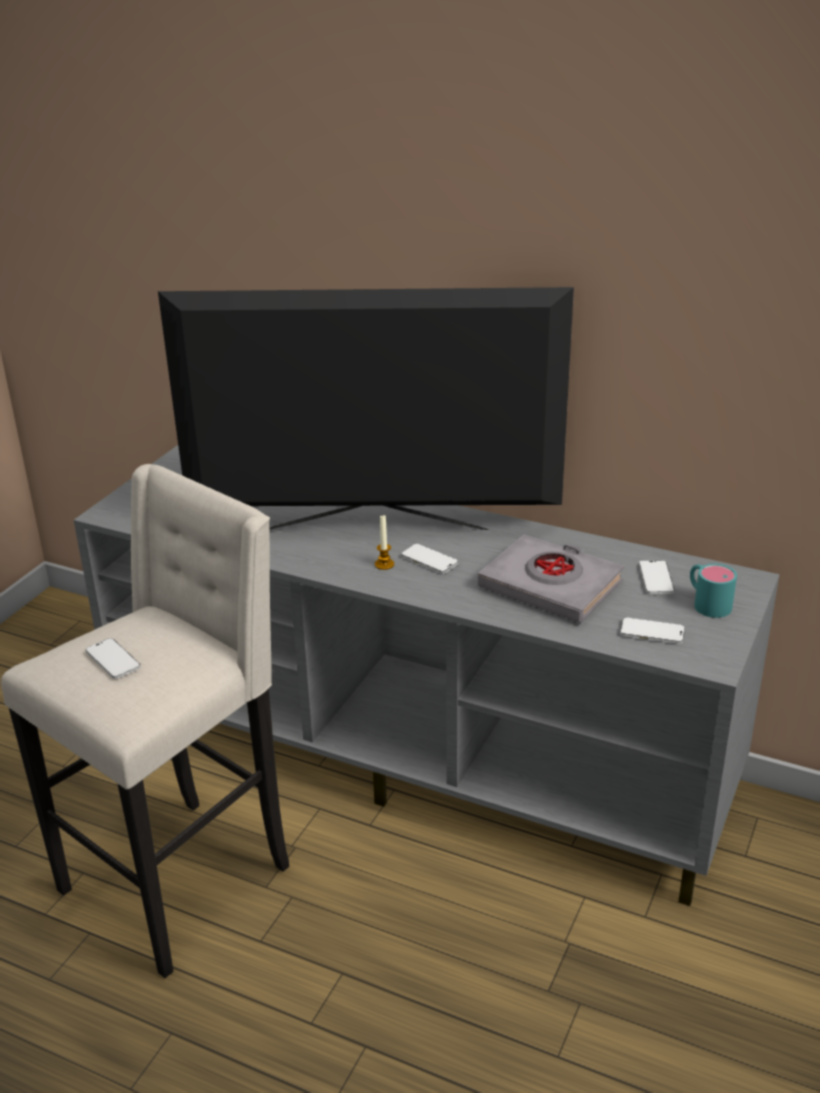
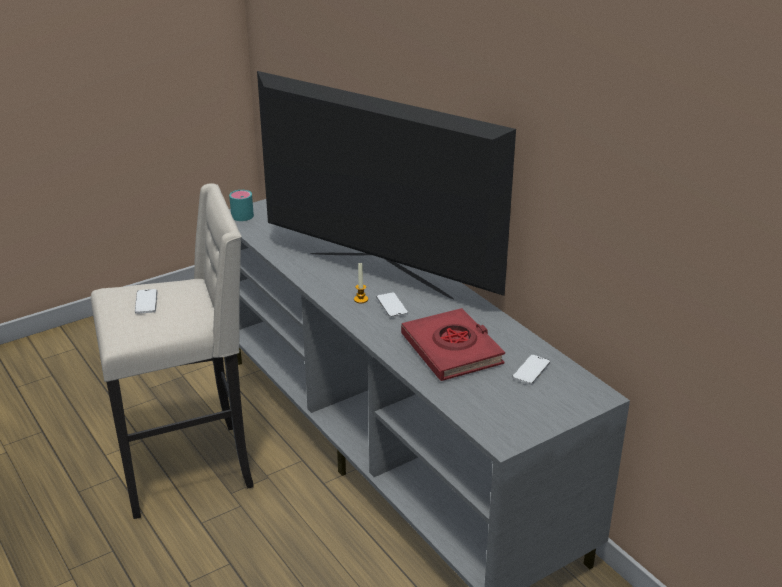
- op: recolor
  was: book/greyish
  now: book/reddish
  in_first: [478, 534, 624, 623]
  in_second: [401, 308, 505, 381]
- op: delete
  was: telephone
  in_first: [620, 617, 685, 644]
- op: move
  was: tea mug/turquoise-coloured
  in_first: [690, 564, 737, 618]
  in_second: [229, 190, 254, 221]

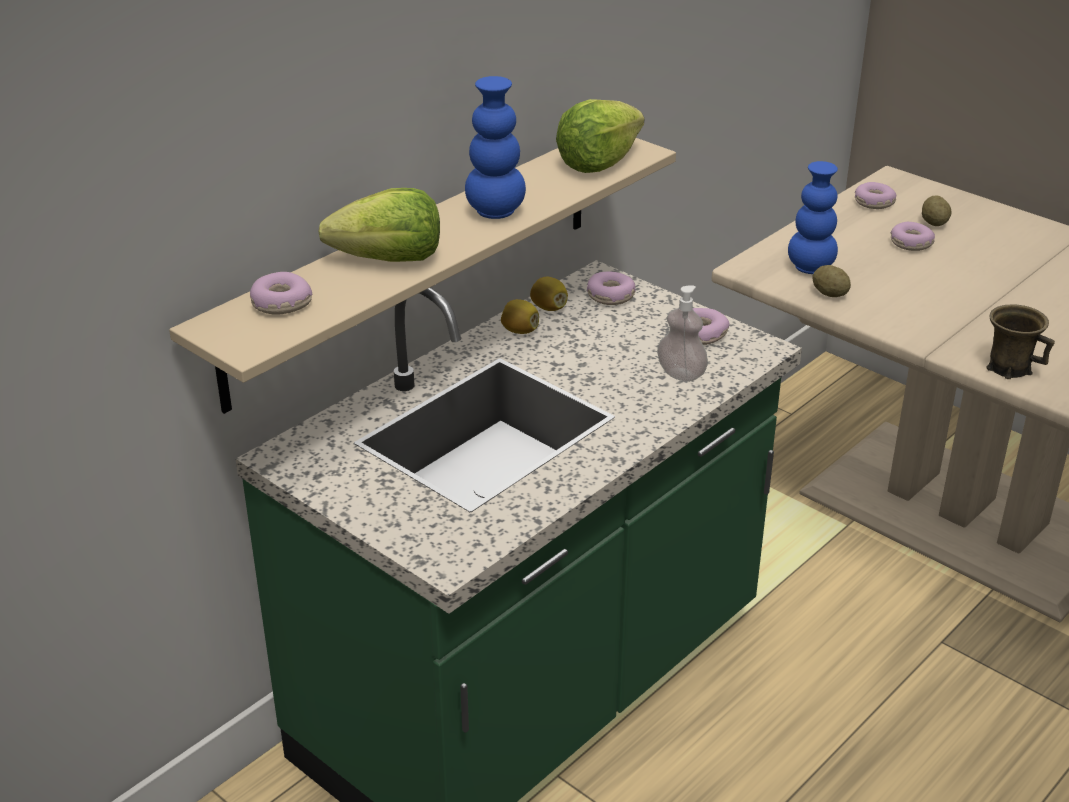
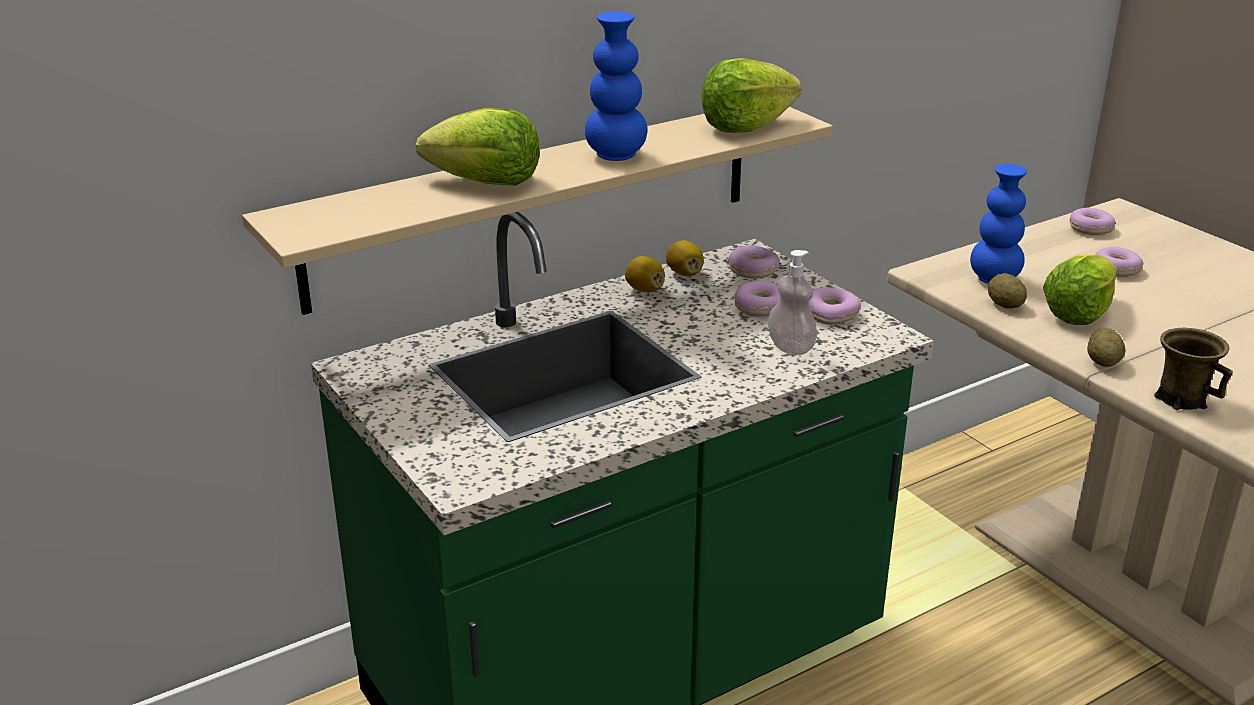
- op: move
  was: ring doughnut
  in_first: [250, 272, 312, 315]
  in_second: [734, 281, 780, 317]
- op: move
  was: whole potato
  in_first: [922, 195, 952, 226]
  in_second: [1087, 328, 1125, 367]
- op: insert
  now: lettuce head
  in_second: [1043, 254, 1117, 325]

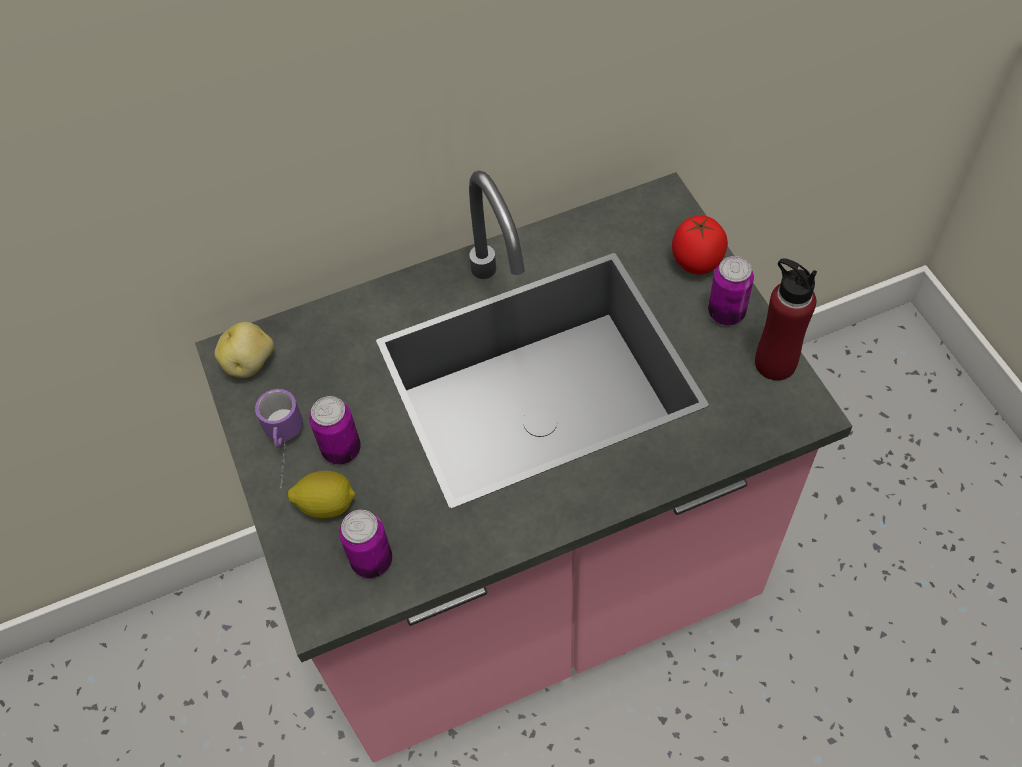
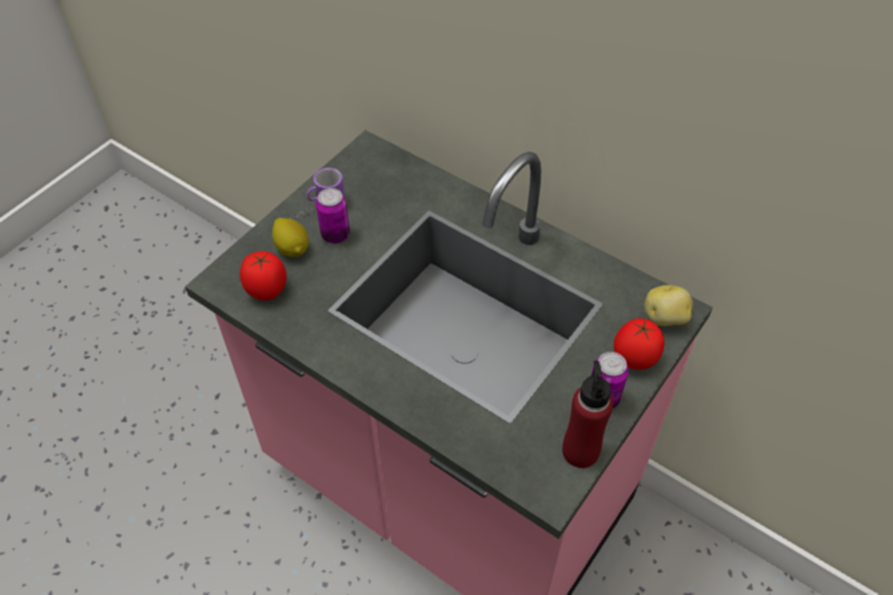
- op: move
  was: whole potato
  in_first: [214, 322, 274, 378]
  in_second: [644, 285, 693, 326]
- op: replace
  was: can
  now: whole tomato
  in_first: [339, 510, 392, 578]
  in_second: [240, 251, 287, 301]

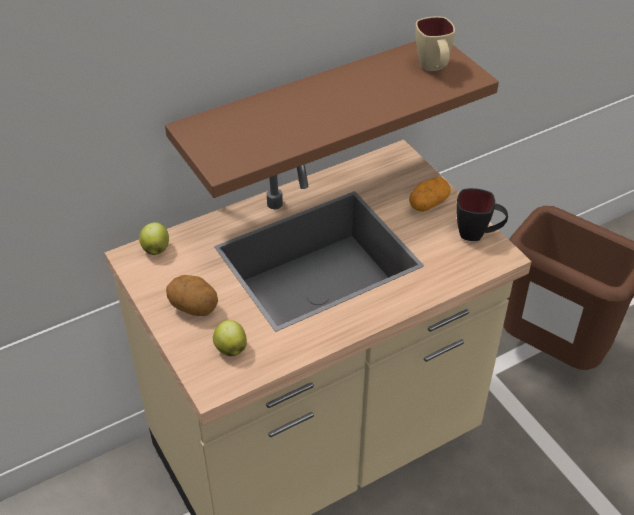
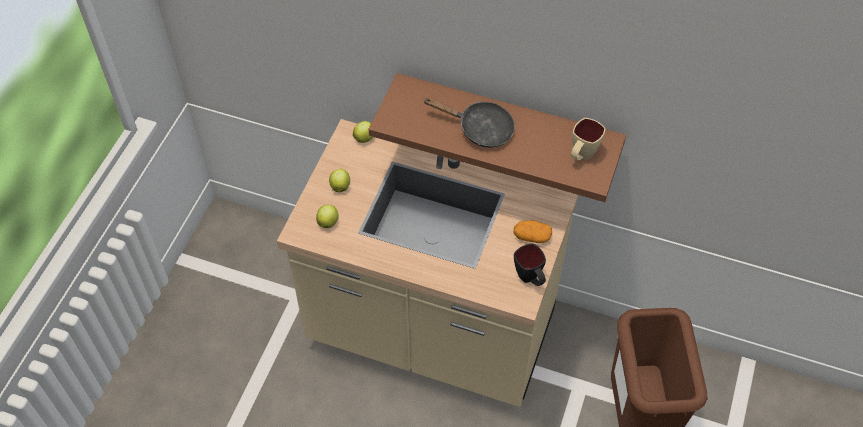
- op: replace
  was: whole potato
  now: apple fruit
  in_first: [166, 275, 218, 316]
  in_second: [329, 169, 350, 192]
- op: insert
  now: pan/black
  in_second: [423, 98, 515, 148]

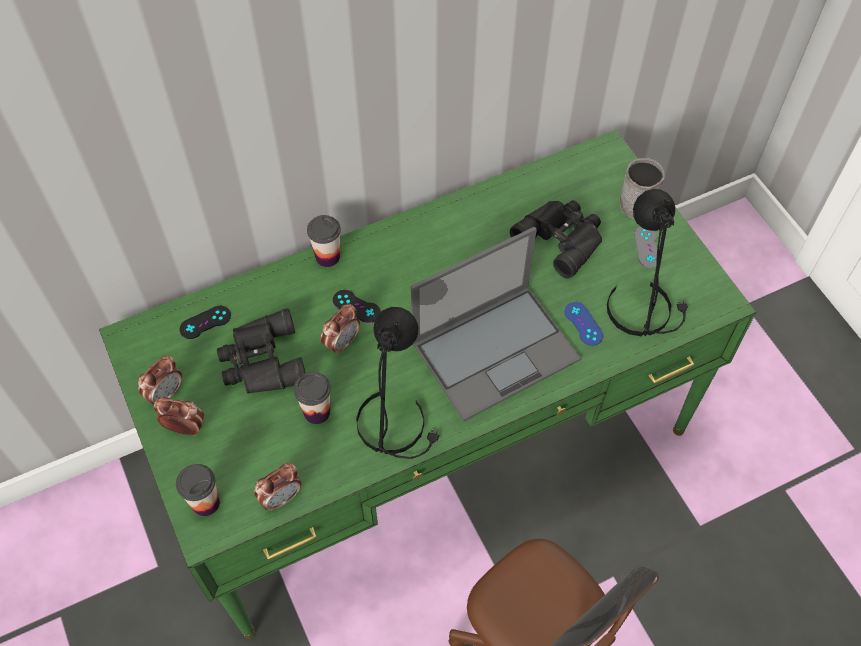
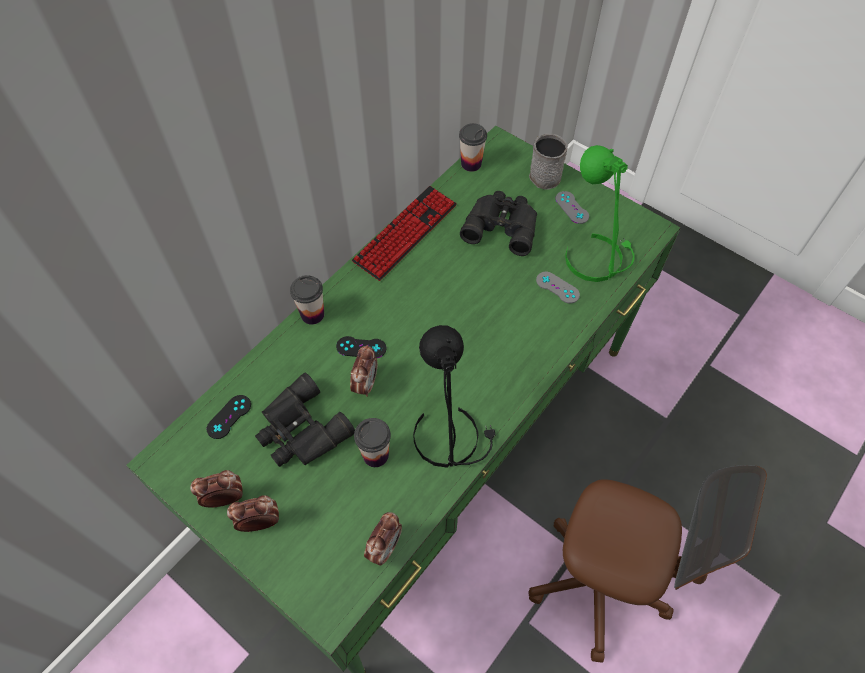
- op: rotate
  was: table clock
  in_first: [138, 356, 182, 405]
  in_second: [190, 470, 243, 508]
  clockwise: -120
- op: move
  was: small cup
  in_first: [176, 464, 220, 516]
  in_second: [459, 123, 487, 172]
- op: delete
  was: portable computer
  in_first: [411, 227, 581, 421]
- op: recolor
  was: gamepad/blue
  now: gamepad/greyish
  in_first: [564, 302, 603, 346]
  in_second: [536, 272, 580, 303]
- op: recolor
  was: lamp for a table/black
  now: lamp for a table/greenish
  in_first: [607, 189, 688, 336]
  in_second: [565, 145, 634, 282]
- op: insert
  now: keyboard
  in_second: [352, 186, 457, 281]

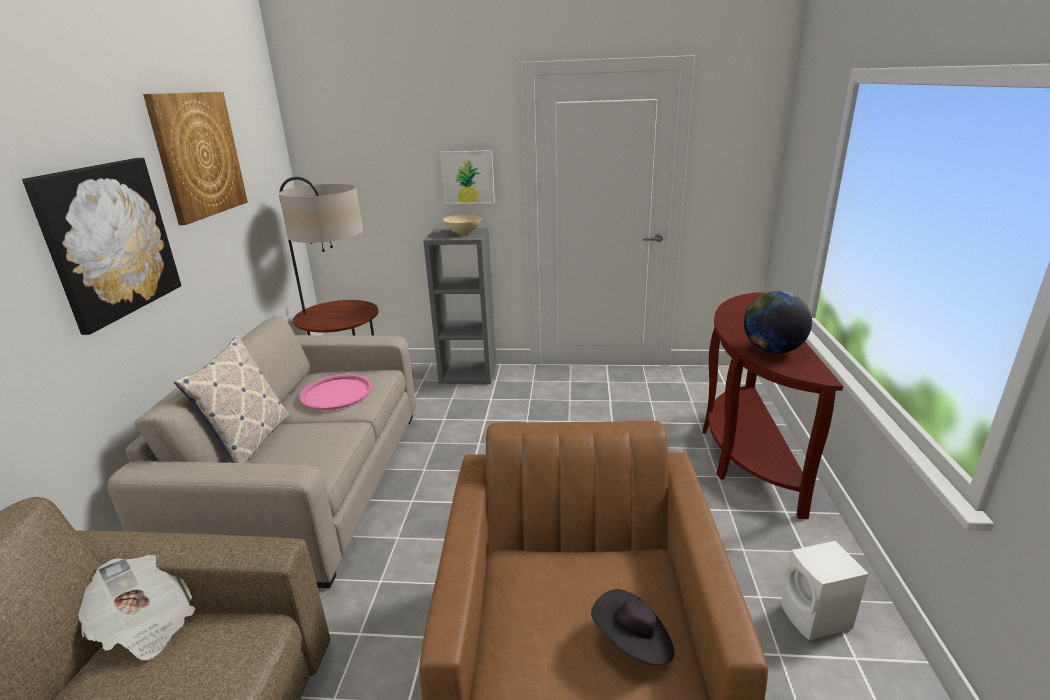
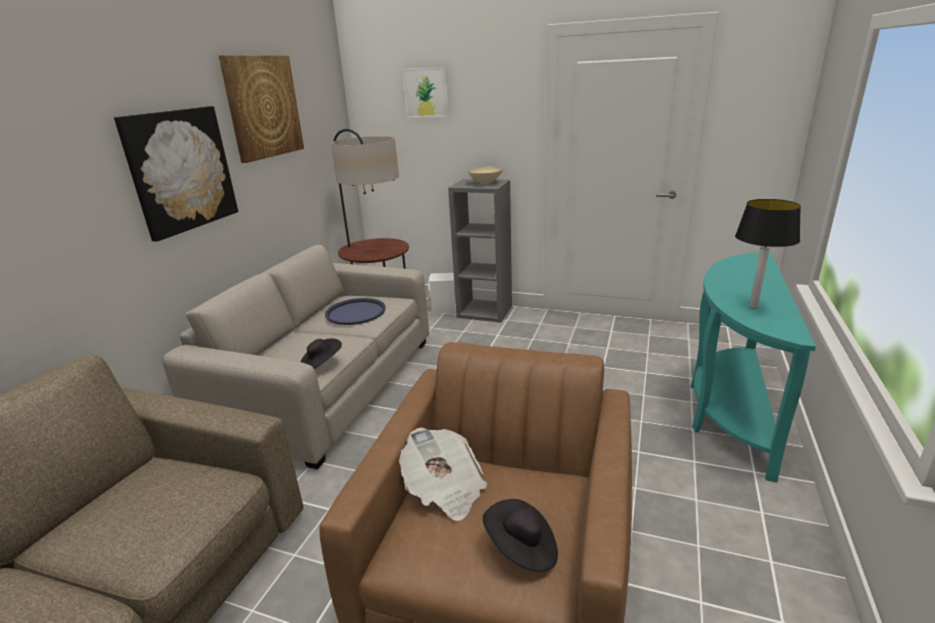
- op: move
  was: printed paper
  in_first: [78, 555, 195, 661]
  in_second: [399, 427, 487, 521]
- op: delete
  was: pillow
  in_first: [174, 335, 290, 463]
- op: recolor
  was: carrying tray/pink-coloured
  now: carrying tray/blue
  in_first: [299, 374, 372, 410]
  in_second: [325, 298, 386, 325]
- op: move
  was: wall art
  in_first: [440, 150, 495, 204]
  in_second: [403, 67, 449, 118]
- op: recolor
  was: hall table/brown-coloured
  now: hall table/turquoise-coloured
  in_first: [702, 292, 843, 519]
  in_second: [690, 252, 816, 482]
- op: replace
  was: globe
  now: lamp for a table
  in_first: [744, 291, 812, 354]
  in_second: [735, 199, 801, 309]
- op: move
  was: loudspeaker/white
  in_first: [781, 541, 869, 640]
  in_second: [429, 273, 456, 314]
- op: insert
  now: clothing hat/black
  in_second: [301, 338, 342, 369]

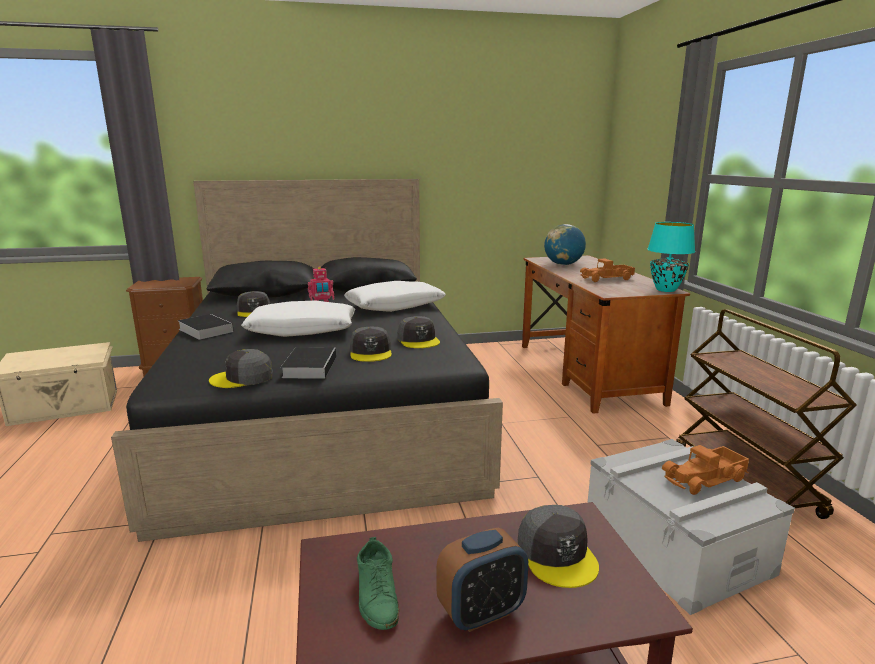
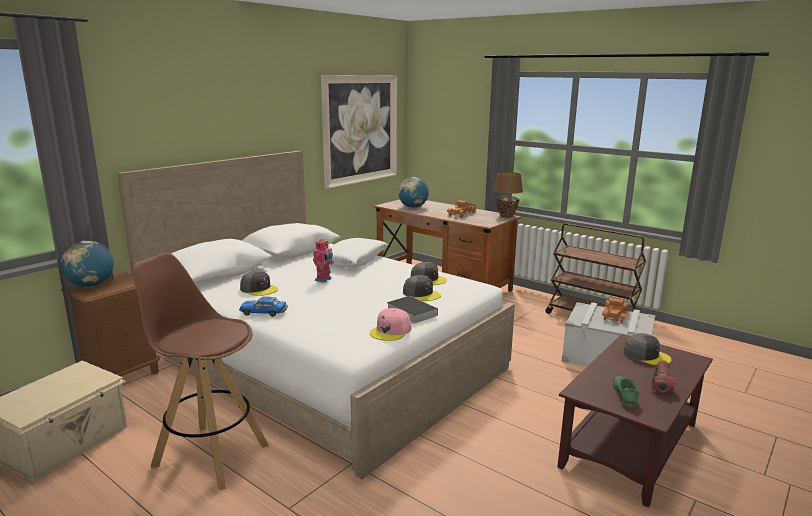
- op: recolor
  was: sleeping bed/black
  now: sleeping bed/white
  in_first: [111, 179, 503, 542]
  in_second: [117, 151, 515, 479]
- op: replace
  was: book
  now: toy car
  in_first: [178, 314, 234, 340]
  in_second: [239, 297, 288, 317]
- op: recolor
  was: peaked cap/greyish
  now: peaked cap/pink-coloured
  in_first: [209, 349, 273, 388]
  in_second: [370, 308, 411, 341]
- op: delete
  was: pillow/white
  in_first: [241, 300, 355, 337]
- op: rotate
  was: item of footwear/greenish
  in_first: [357, 537, 399, 630]
  in_second: [613, 376, 639, 407]
  clockwise: -120
- op: replace
  was: table clock
  now: hand torch
  in_first: [437, 528, 529, 632]
  in_second: [652, 360, 675, 393]
- op: recolor
  was: lamp for a table/turquoise-coloured
  now: lamp for a table/brown-coloured
  in_first: [648, 222, 695, 292]
  in_second: [494, 172, 523, 218]
- op: insert
  now: globe
  in_second: [61, 241, 114, 287]
- op: insert
  now: sitting stool/brown-coloured
  in_second: [132, 253, 269, 490]
- op: insert
  now: wall art
  in_second: [321, 75, 397, 189]

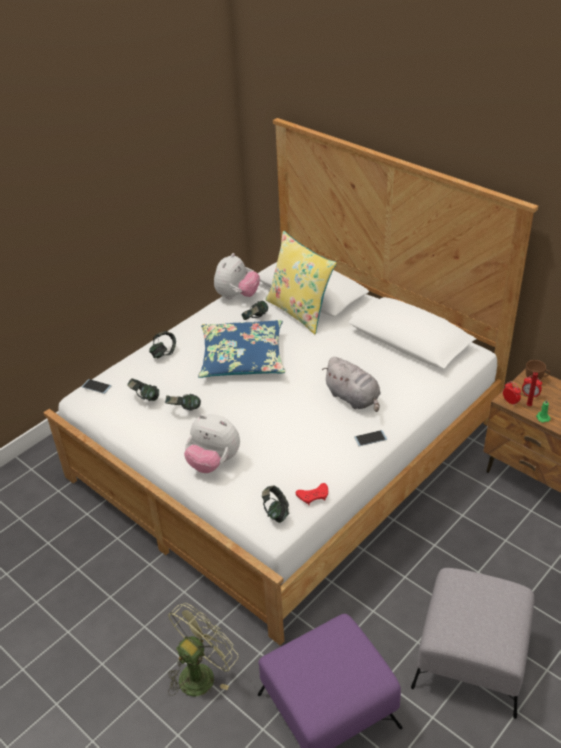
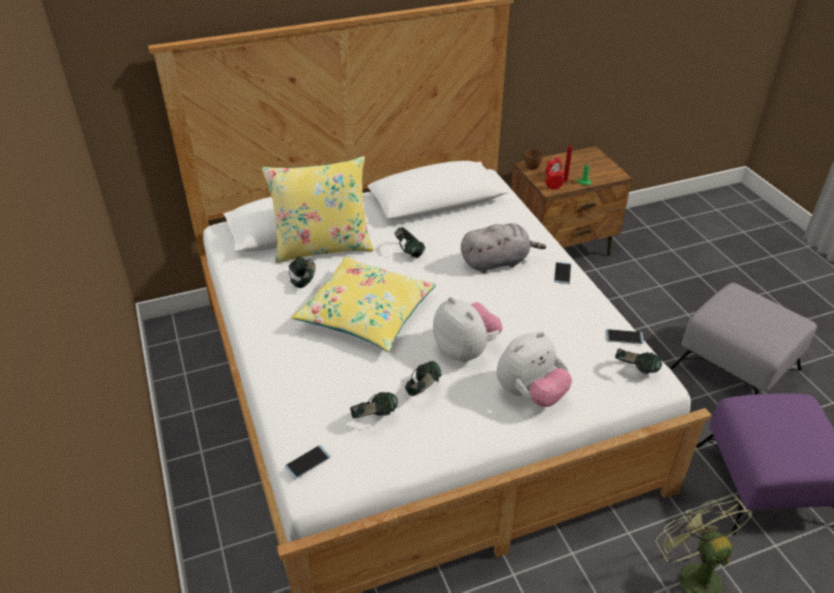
- op: move
  was: headset
  in_first: [149, 331, 176, 359]
  in_second: [395, 227, 426, 258]
- op: recolor
  was: pillow/blue
  now: pillow/yellow
  in_first: [198, 320, 285, 378]
  in_second: [292, 256, 436, 352]
- op: move
  was: cuddly toy
  in_first: [214, 253, 260, 299]
  in_second: [433, 297, 502, 362]
- op: replace
  was: gamepad/reddish
  now: telephone
  in_first: [296, 483, 328, 505]
  in_second: [606, 329, 644, 344]

